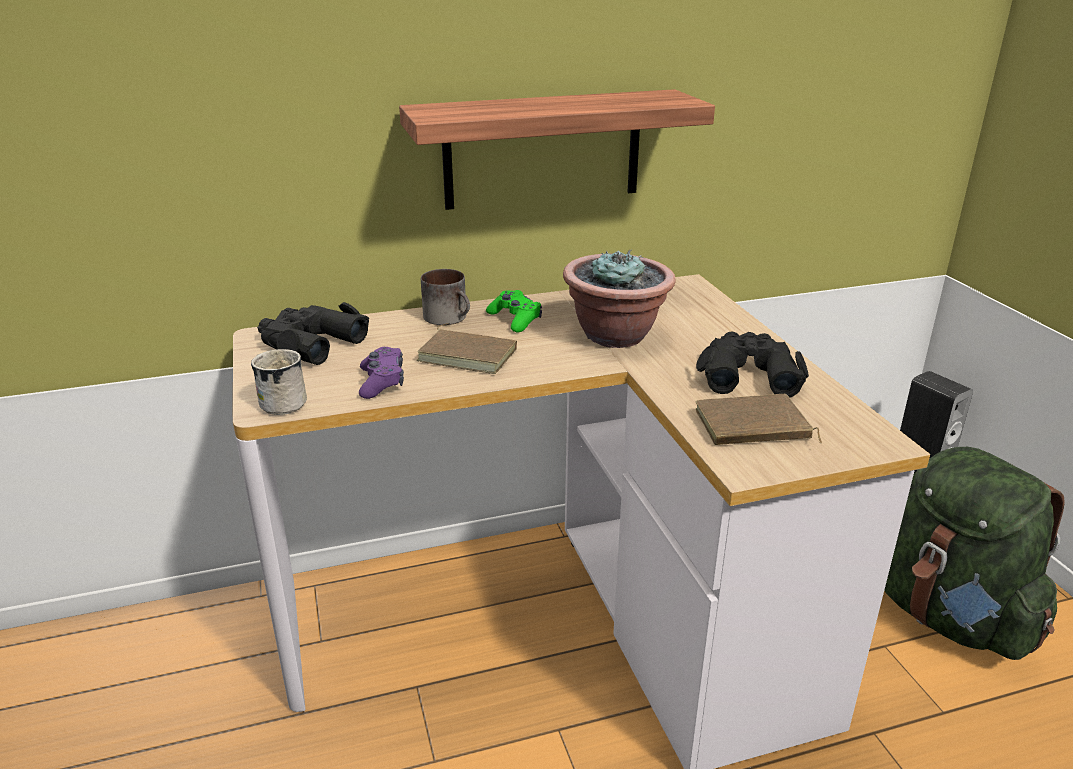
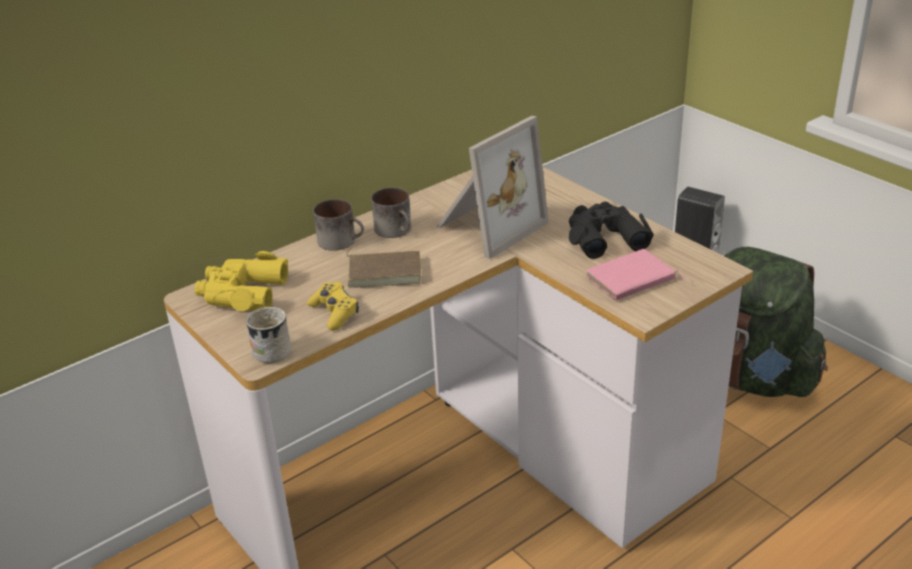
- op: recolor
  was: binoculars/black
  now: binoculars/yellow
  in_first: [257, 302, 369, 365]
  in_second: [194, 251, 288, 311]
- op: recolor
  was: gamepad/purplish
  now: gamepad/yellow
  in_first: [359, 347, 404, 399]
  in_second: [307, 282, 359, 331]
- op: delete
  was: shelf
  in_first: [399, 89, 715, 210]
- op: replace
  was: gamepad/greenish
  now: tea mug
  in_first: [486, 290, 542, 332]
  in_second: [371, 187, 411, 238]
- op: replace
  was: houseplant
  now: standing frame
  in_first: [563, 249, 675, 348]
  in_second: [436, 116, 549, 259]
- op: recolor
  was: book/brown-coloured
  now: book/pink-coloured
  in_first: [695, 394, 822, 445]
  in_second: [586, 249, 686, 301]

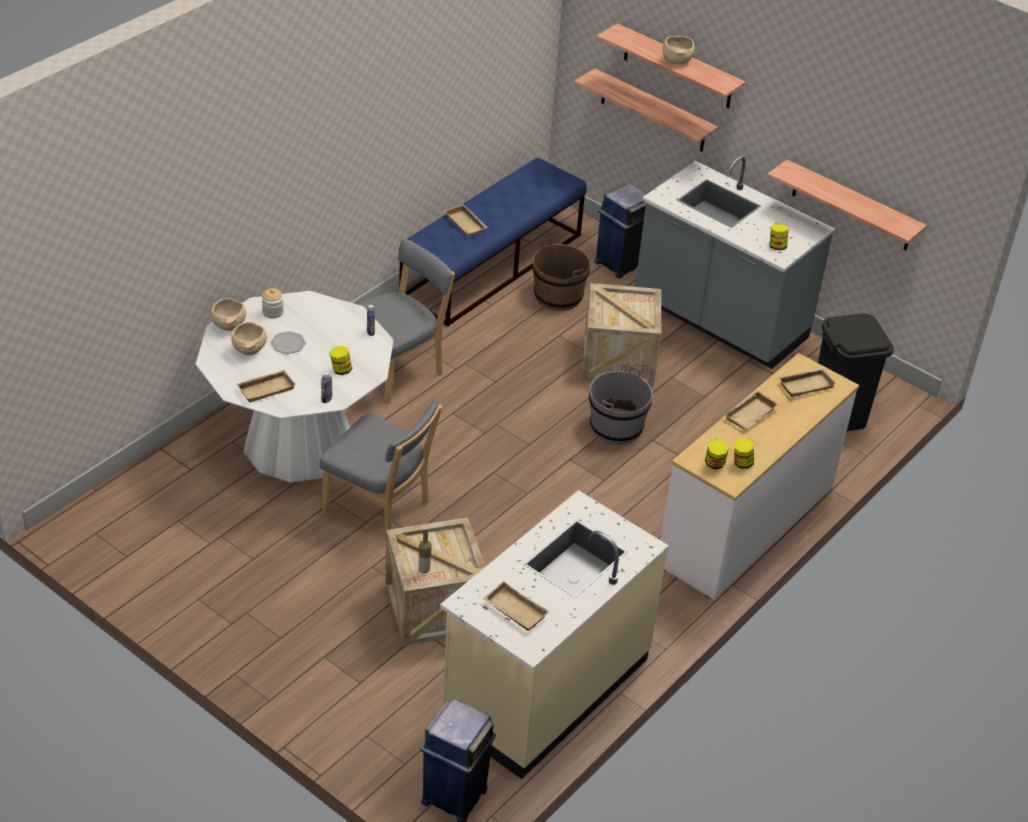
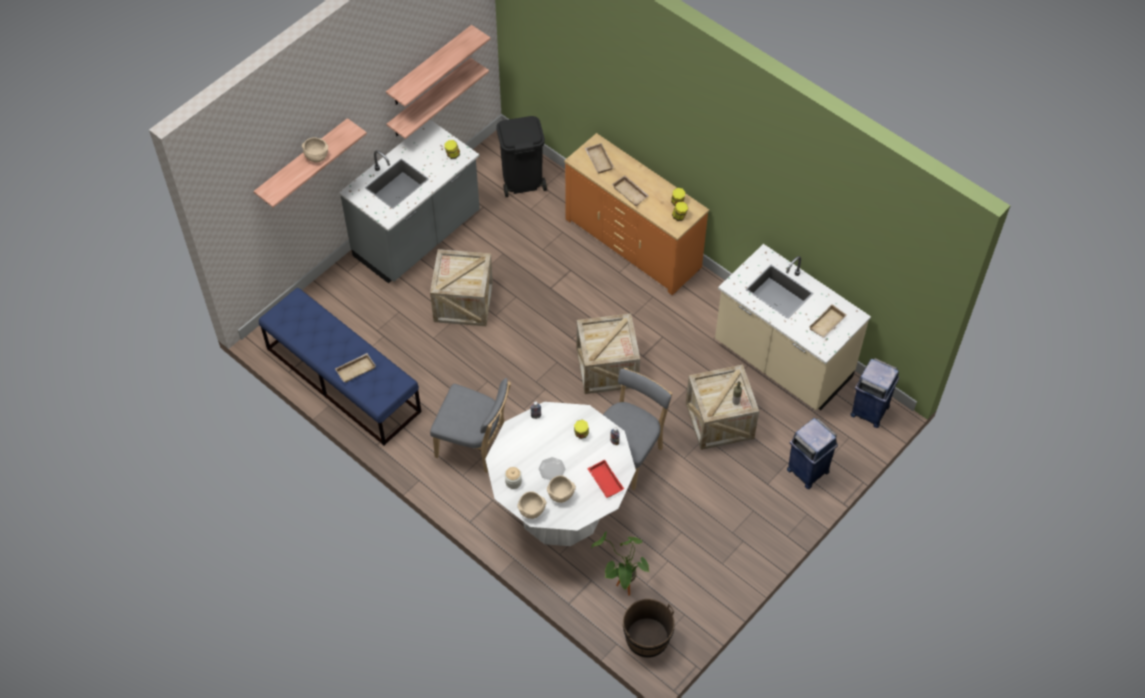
- op: recolor
  was: carrying tray/beige
  now: carrying tray/reddish
  in_first: [237, 370, 296, 403]
  in_second: [587, 460, 624, 498]
- op: rotate
  was: plain chair/greyish
  in_first: [357, 238, 455, 404]
  in_second: [430, 378, 511, 473]
  clockwise: 150
- op: move
  was: bucket/brown-coloured
  in_first: [532, 238, 591, 311]
  in_second: [623, 599, 674, 658]
- op: move
  was: shelf
  in_first: [574, 69, 718, 152]
  in_second: [386, 25, 490, 107]
- op: delete
  was: bucket/greyish
  in_first: [589, 365, 653, 444]
- op: move
  was: trash can/blue
  in_first: [594, 184, 646, 278]
  in_second: [787, 418, 838, 489]
- op: recolor
  was: chest of drawers/white
  now: chest of drawers/orangey
  in_first: [660, 353, 859, 600]
  in_second: [564, 133, 709, 295]
- op: insert
  now: packing crate
  in_second: [577, 313, 640, 394]
- op: insert
  now: houseplant
  in_second: [591, 531, 650, 596]

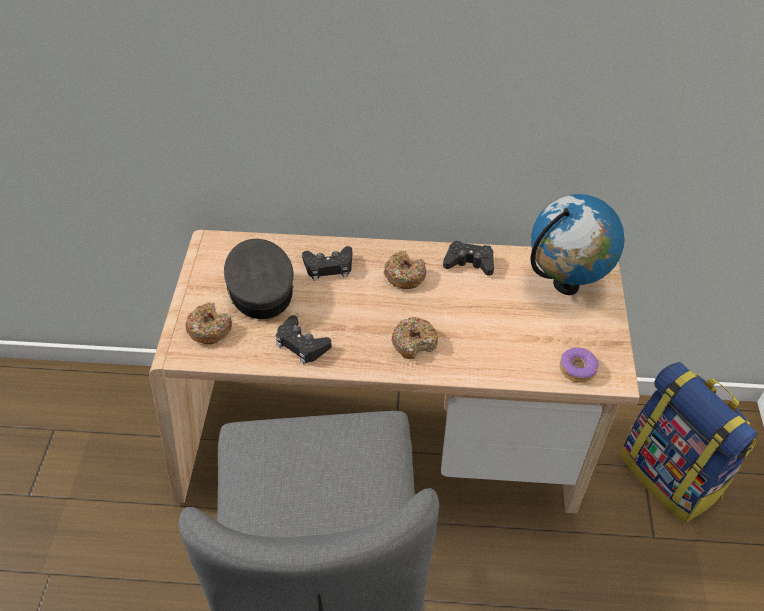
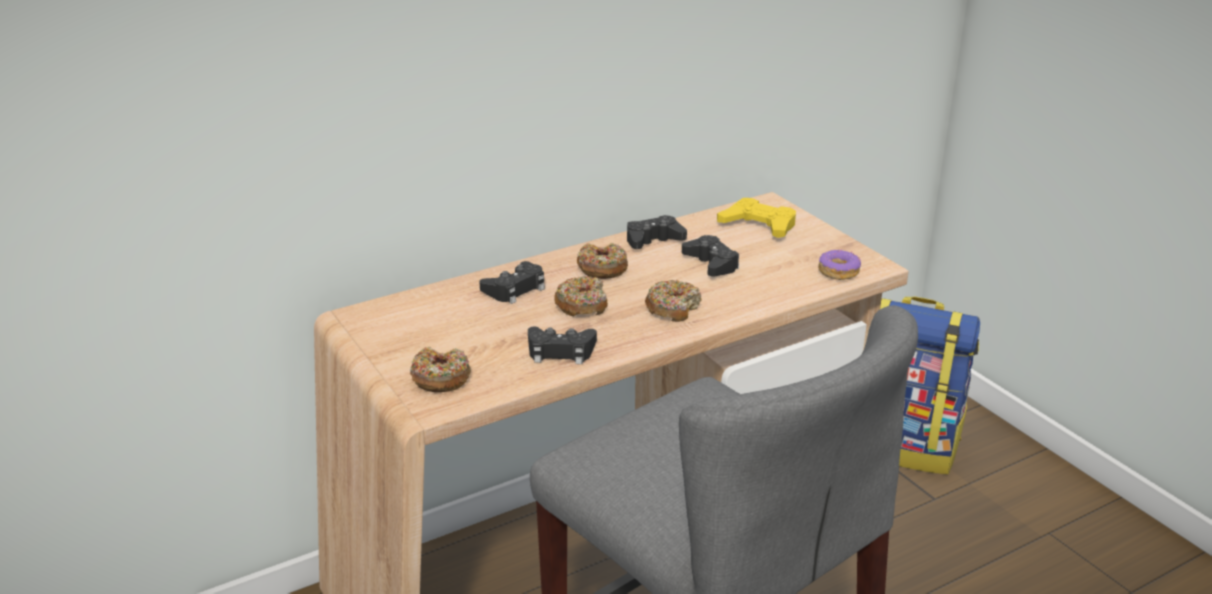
- op: delete
  was: peaked cap/greyish
  in_first: [224, 239, 294, 319]
- op: replace
  was: globe
  now: gamepad/yellow
  in_first: [531, 194, 625, 295]
  in_second: [717, 198, 796, 238]
- op: insert
  now: ring doughnut
  in_second: [554, 276, 608, 317]
- op: insert
  now: gamepad/black
  in_second: [682, 235, 739, 277]

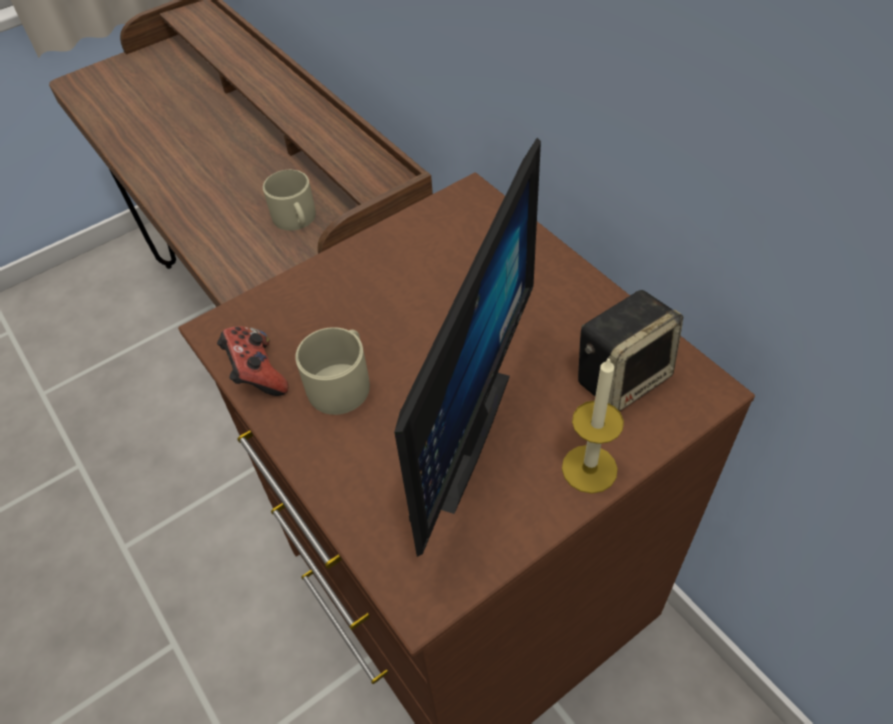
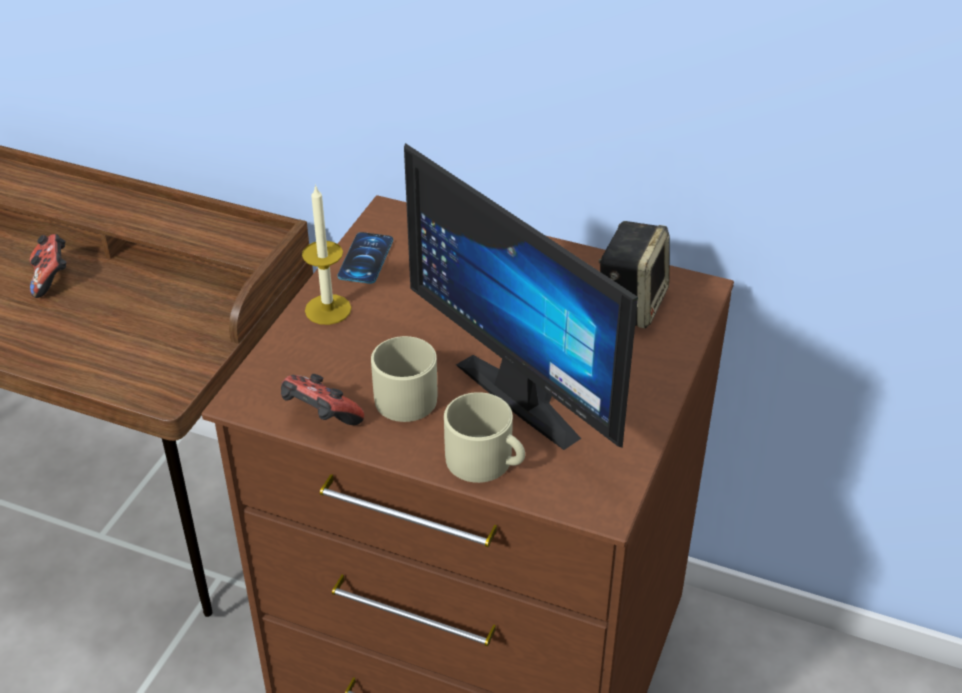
- op: move
  was: tea mug/beige
  in_first: [263, 170, 316, 231]
  in_second: [444, 392, 525, 483]
- op: rotate
  was: monitor
  in_first: [394, 138, 541, 557]
  in_second: [404, 143, 638, 450]
  clockwise: 150
- op: move
  was: wax light
  in_first: [562, 356, 624, 494]
  in_second: [302, 184, 351, 325]
- op: insert
  now: gamepad
  in_second: [30, 234, 67, 298]
- op: insert
  now: telephone
  in_second: [337, 232, 393, 284]

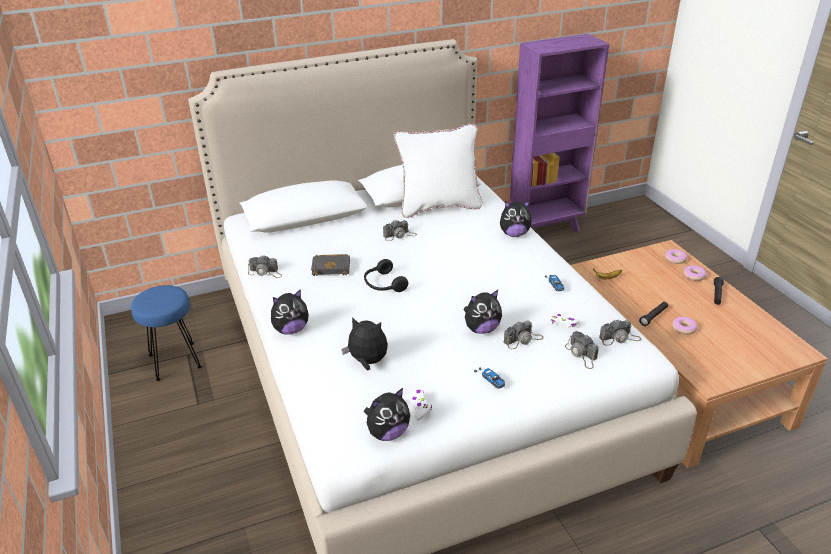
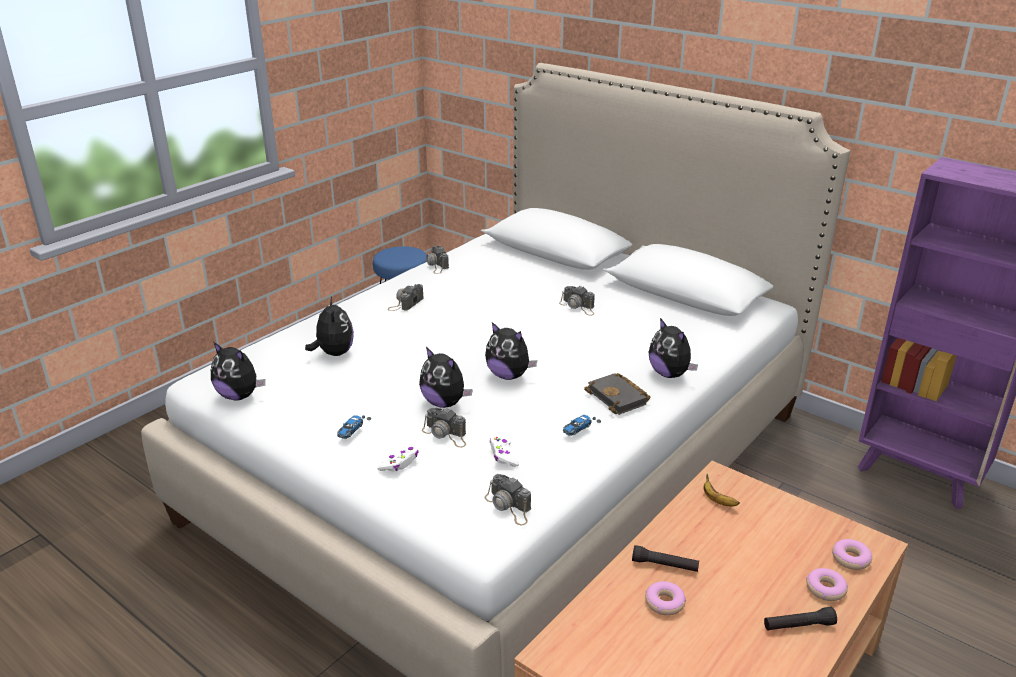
- op: move
  was: cuddly toy
  in_first: [271, 289, 309, 334]
  in_second: [485, 322, 537, 380]
- op: move
  was: book/black
  in_first: [311, 254, 350, 276]
  in_second: [584, 373, 650, 415]
- op: delete
  was: headset/black
  in_first: [364, 259, 408, 292]
- op: delete
  was: pillow/white
  in_first: [394, 124, 482, 218]
- op: move
  was: gamepad/white
  in_first: [404, 389, 432, 420]
  in_second: [377, 446, 419, 472]
- op: move
  was: photo camera
  in_first: [565, 331, 599, 369]
  in_second: [388, 284, 424, 311]

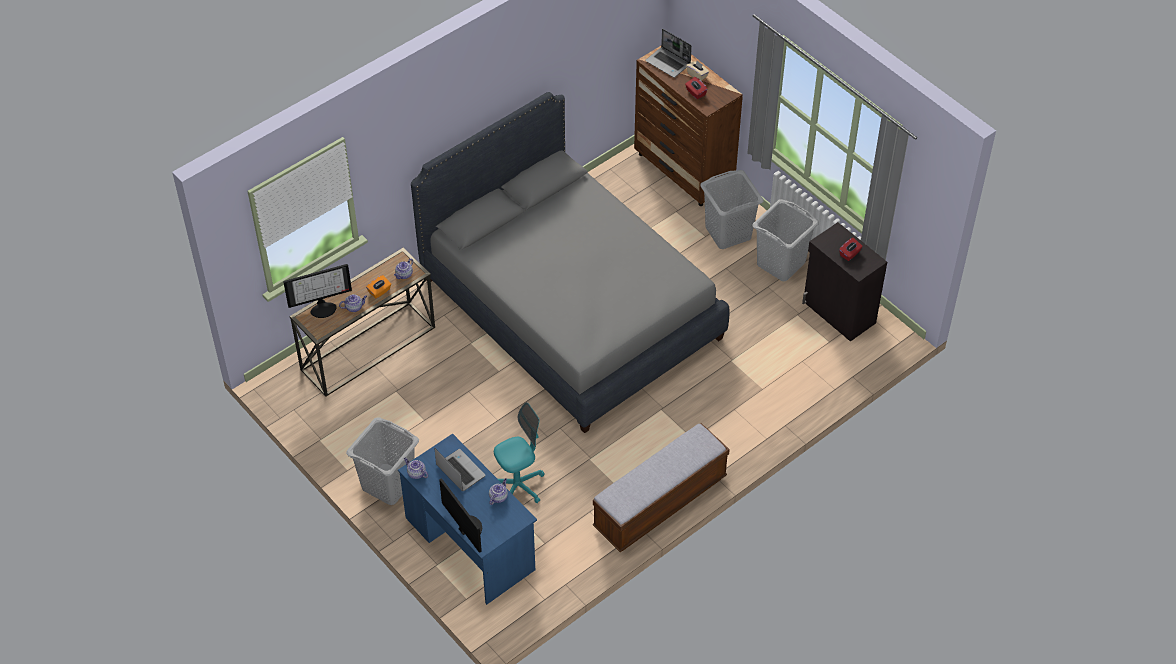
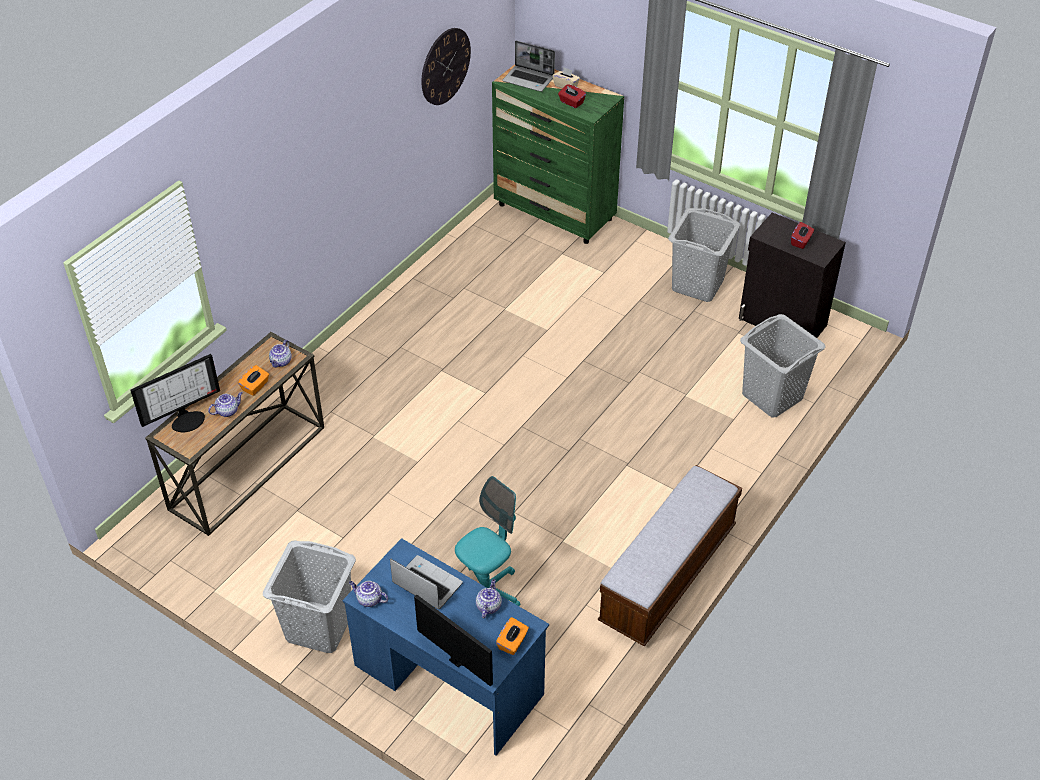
- op: delete
  was: sleeping bed/greyish
  in_first: [411, 92, 730, 433]
- op: recolor
  was: chest of drawers/brown-coloured
  now: chest of drawers/greenish
  in_first: [634, 46, 743, 206]
  in_second: [492, 64, 624, 244]
- op: move
  was: hamper/greyish
  in_first: [700, 170, 764, 249]
  in_second: [740, 314, 826, 418]
- op: insert
  now: clock on the wall
  in_second: [421, 28, 471, 105]
- op: insert
  now: tissue holder/orangey
  in_second: [496, 617, 529, 655]

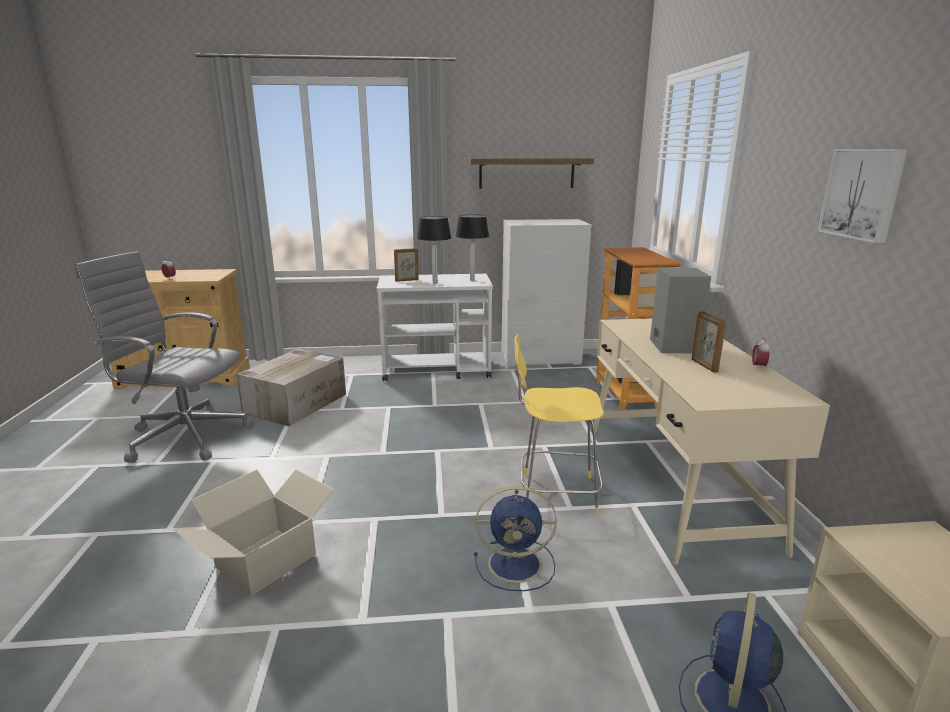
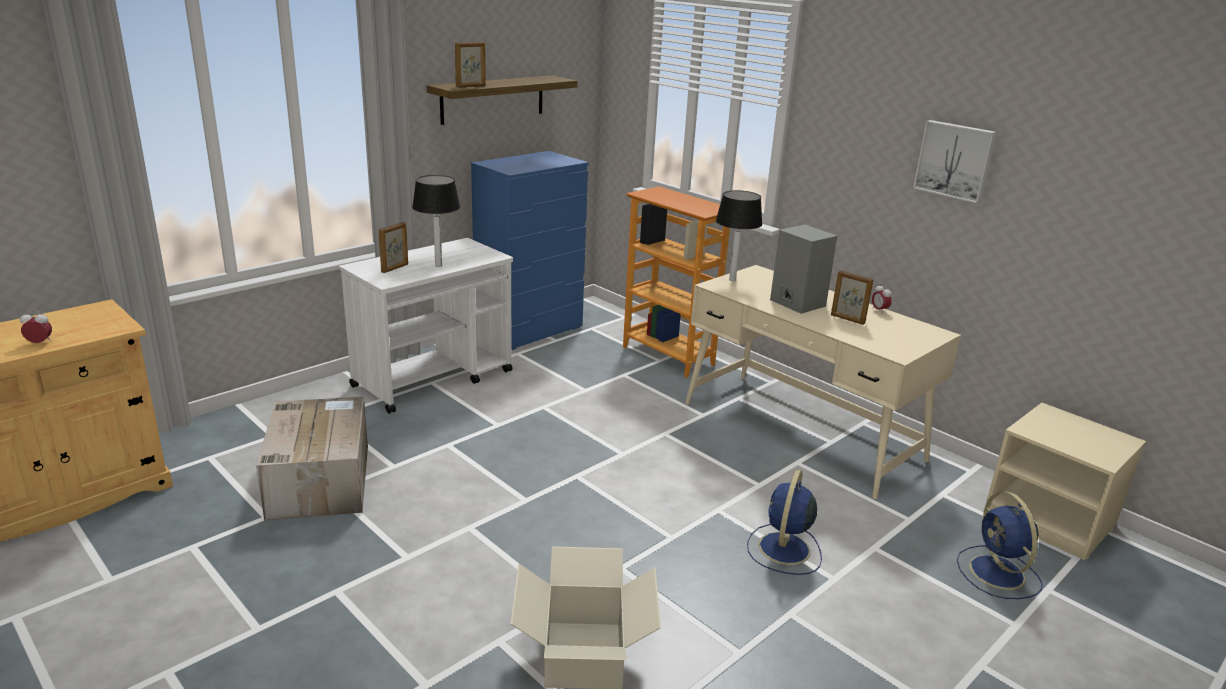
- op: delete
  was: office chair/greyish
  in_first: [74, 251, 255, 463]
- op: move
  was: lamp for a table
  in_first: [455, 214, 489, 281]
  in_second: [716, 190, 762, 281]
- op: rotate
  was: fan/blue
  in_first: [474, 486, 557, 591]
  in_second: [747, 470, 822, 575]
  clockwise: 150
- op: recolor
  was: chest of drawers/white
  now: chest of drawers/blue
  in_first: [501, 219, 592, 367]
  in_second: [471, 151, 589, 350]
- op: delete
  was: sitting stool/yellow
  in_first: [515, 334, 604, 517]
- op: insert
  now: standing frame
  in_second: [455, 42, 486, 88]

